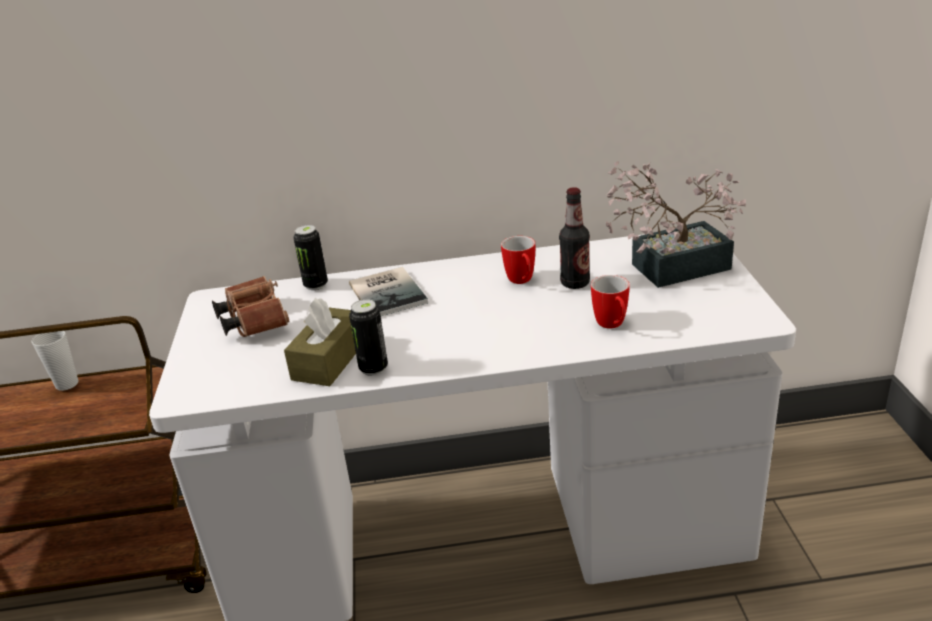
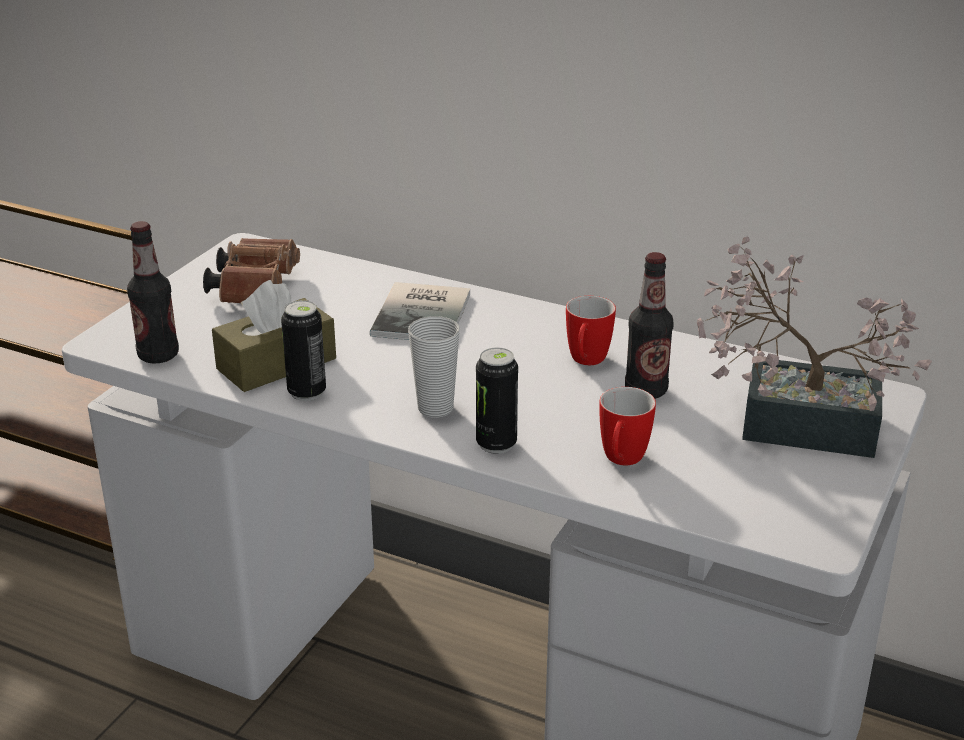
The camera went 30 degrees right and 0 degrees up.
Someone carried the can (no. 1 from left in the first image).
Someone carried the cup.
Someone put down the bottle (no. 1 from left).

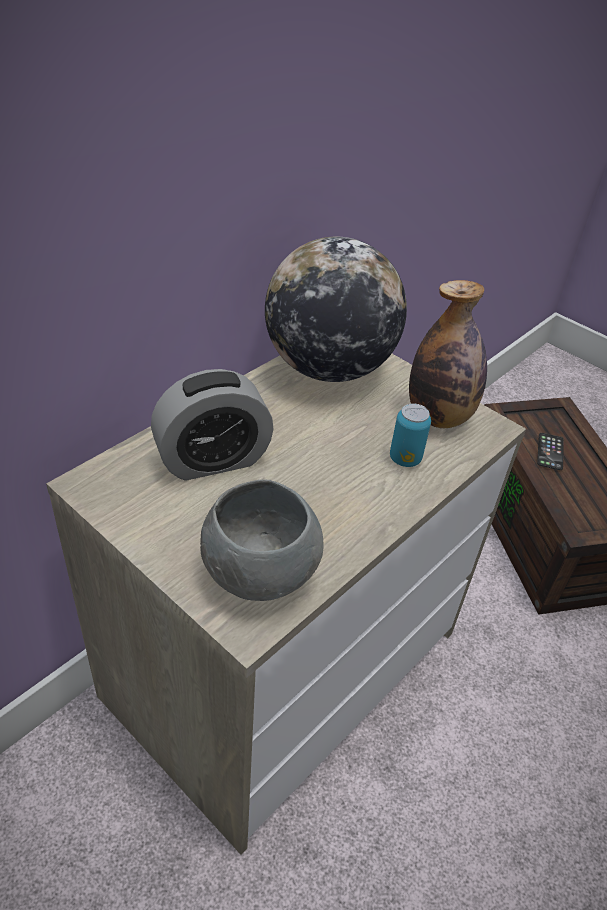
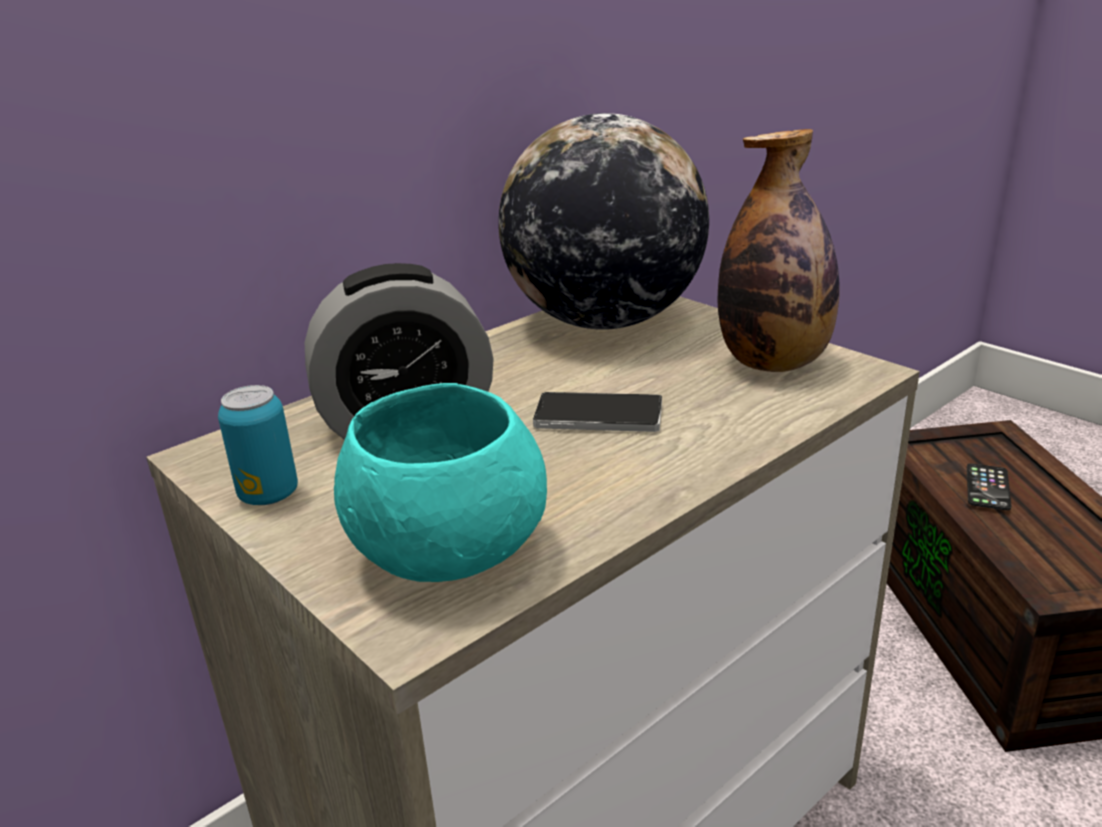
The camera went 10 degrees right and 15 degrees down.
Someone carried the can.
Someone repainted the bowl (grey), which became the bowl (turquoise).
Someone put down the phone (no. 1 from left).

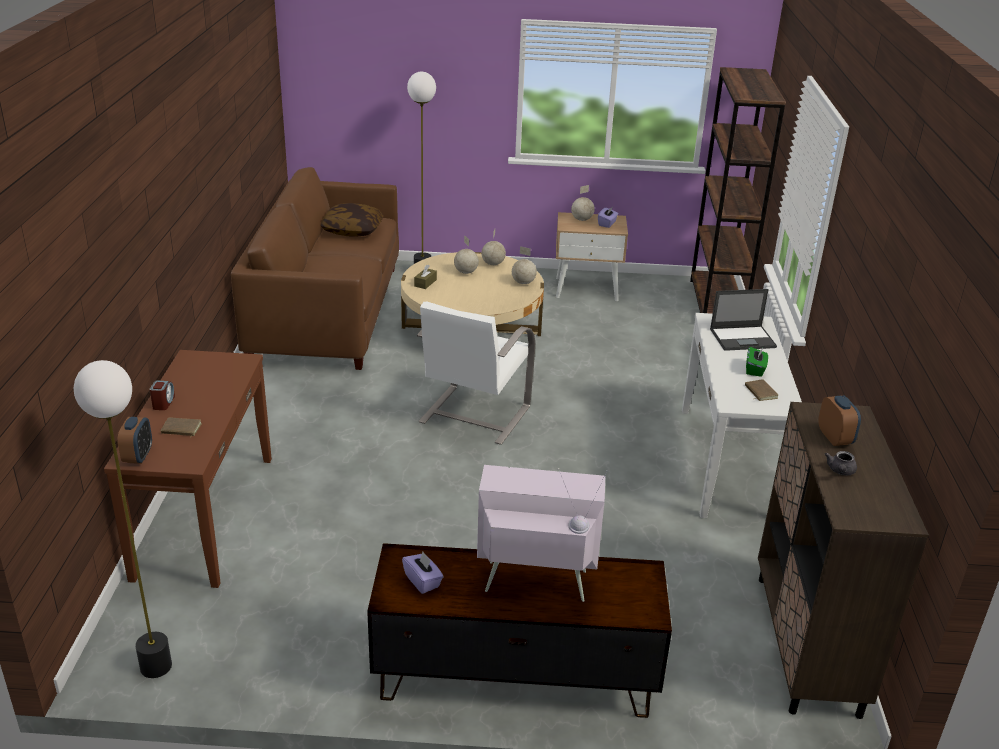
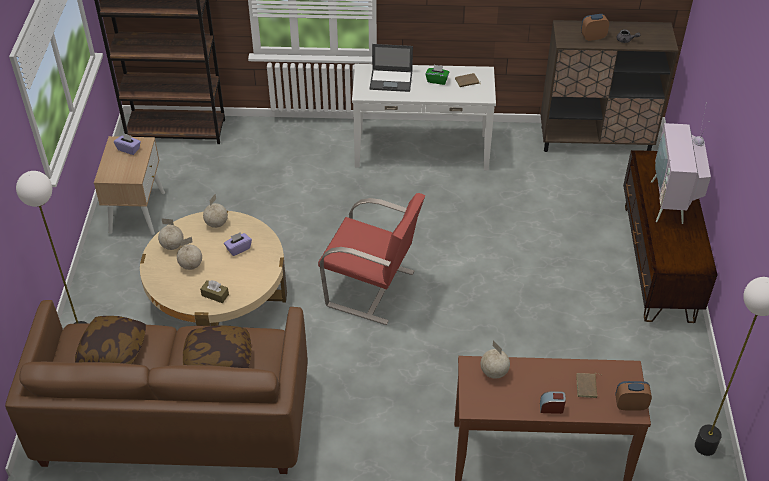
The camera went 90 degrees left and 15 degrees up.
Someone carried the globe (no. 4 from left).
Someone rotated the laptop by 105 degrees clockwise.
Someone repainted the armchair (white), which became the armchair (red).
Someone carried the tissue box (purple) (no. 1 from left in the first image).
Someone put down the pillow (no. 2 from left).

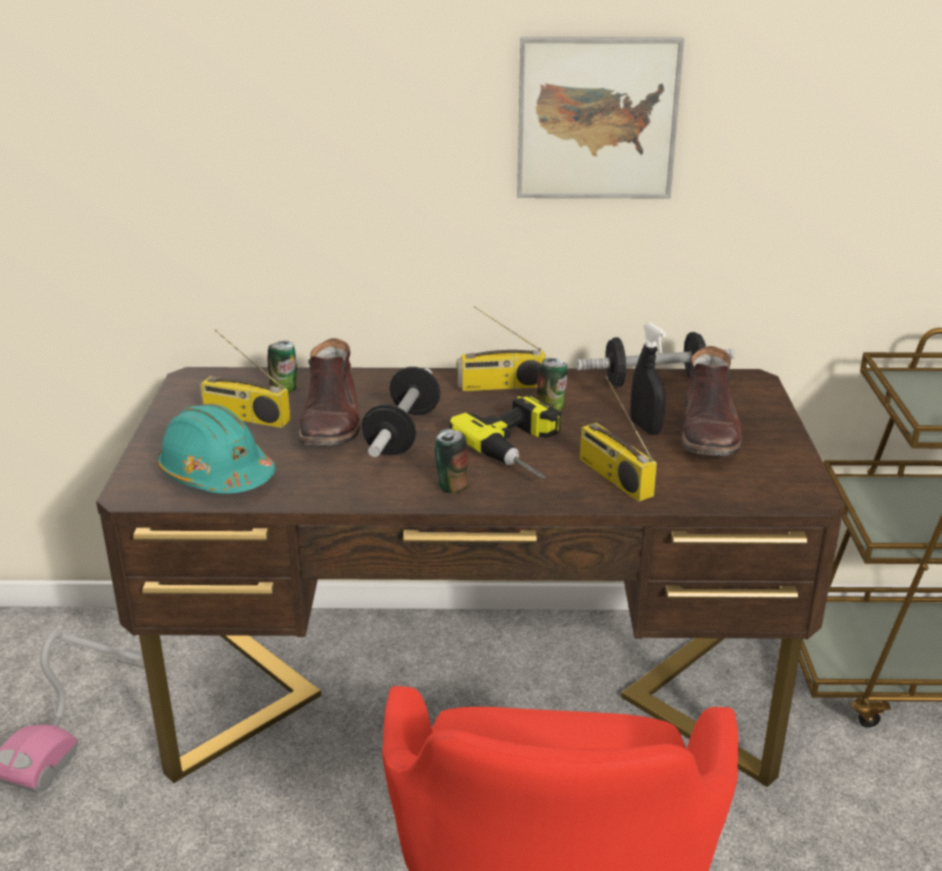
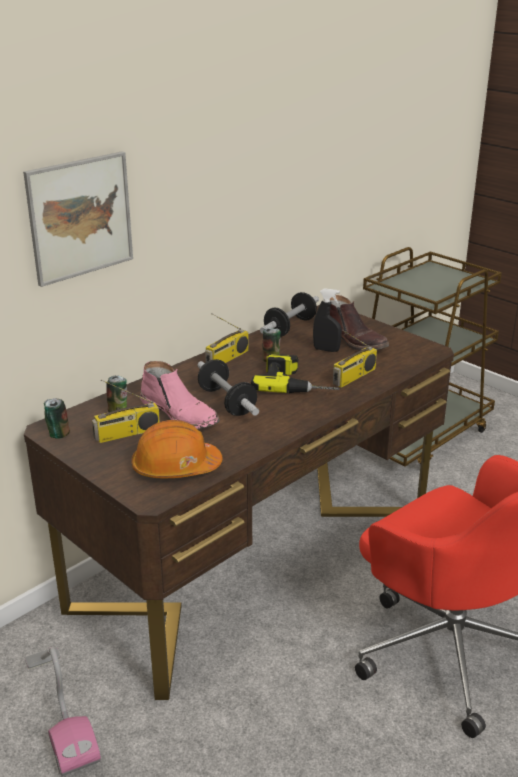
The camera went 45 degrees left and 0 degrees up.
Someone carried the picture.
Someone repainted the boot (brown) (no. 1 from left), which became the boot (pink).
Someone rotated the radio (no. 3 from left) by 60 degrees counterclockwise.
Someone repainted the hard hat (turquoise), which became the hard hat (orange).
Someone carried the can (no. 2 from left in the first image).

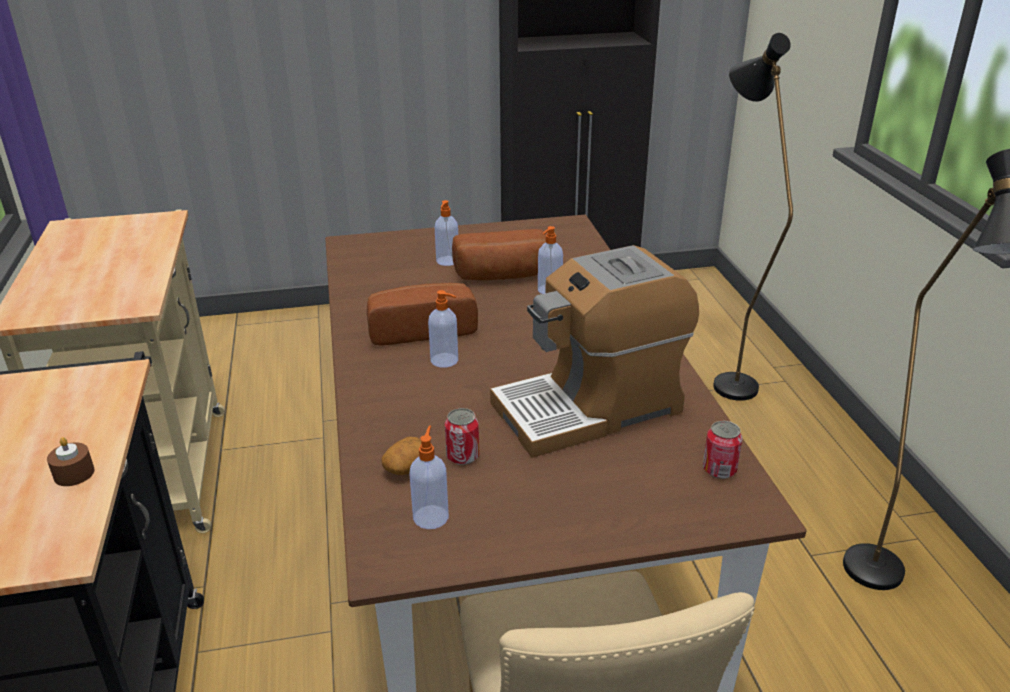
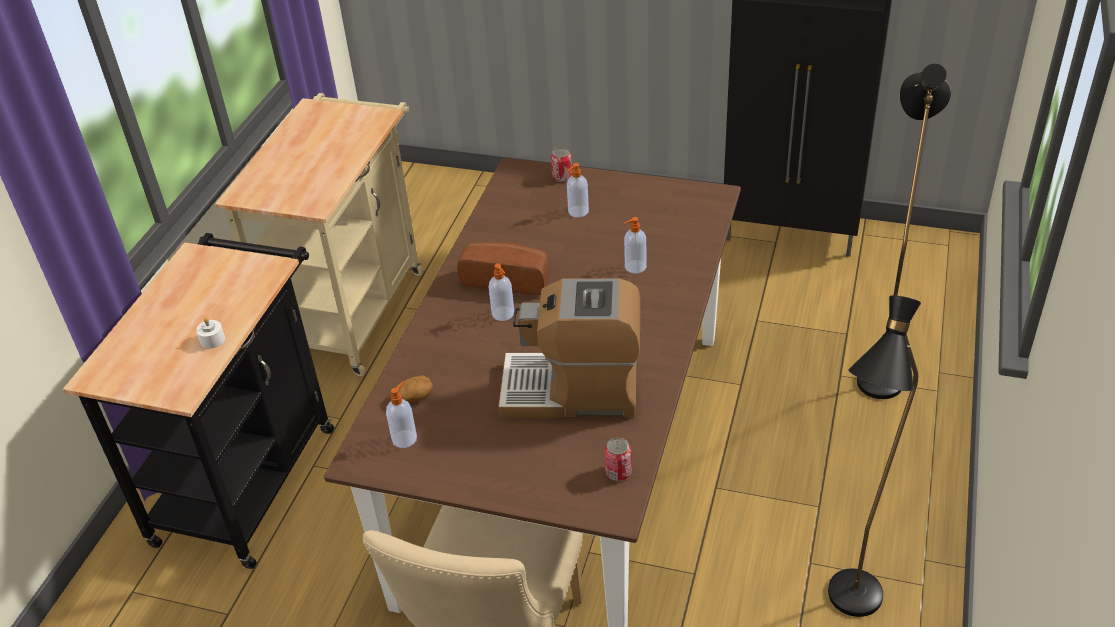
The camera went 30 degrees right and 10 degrees up.
Someone took away the bread (no. 2 from left).
Someone carried the can (no. 1 from left).
Someone repainted the candle (brown), which became the candle (white).

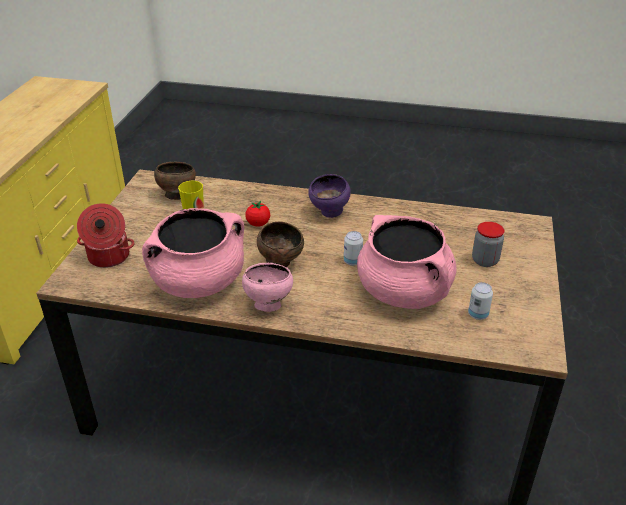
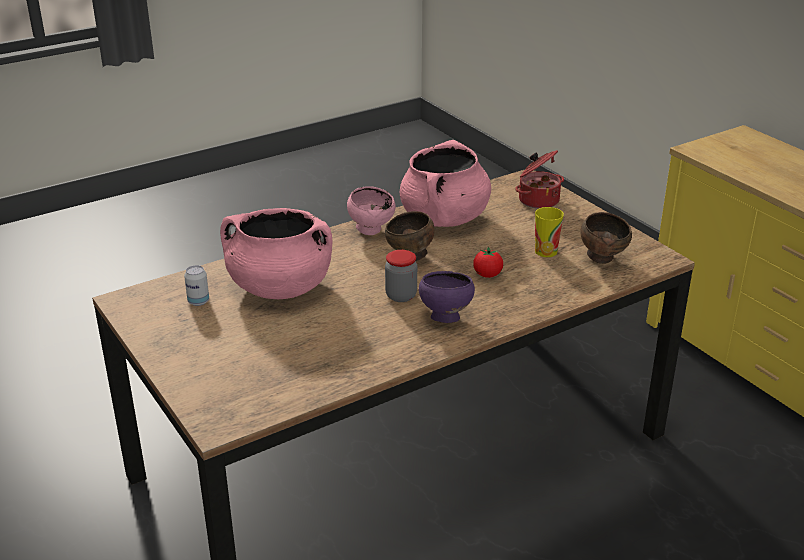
The camera went 135 degrees right and 5 degrees down.
Someone carried the jar.
Someone took away the can (no. 1 from left).

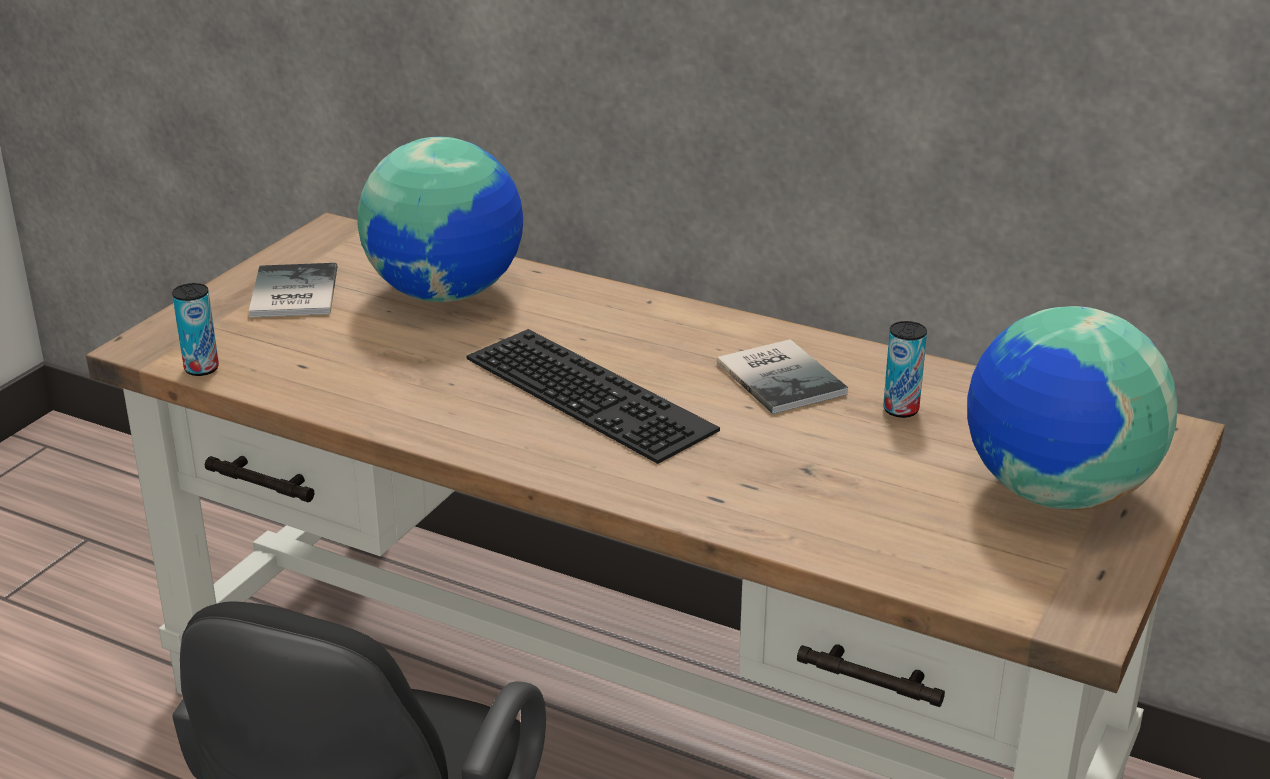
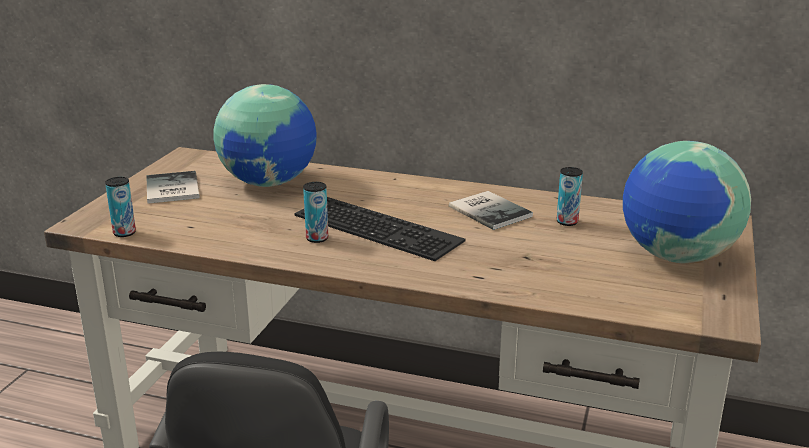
The camera went 10 degrees left and 5 degrees down.
Someone put down the can (no. 2 from left).

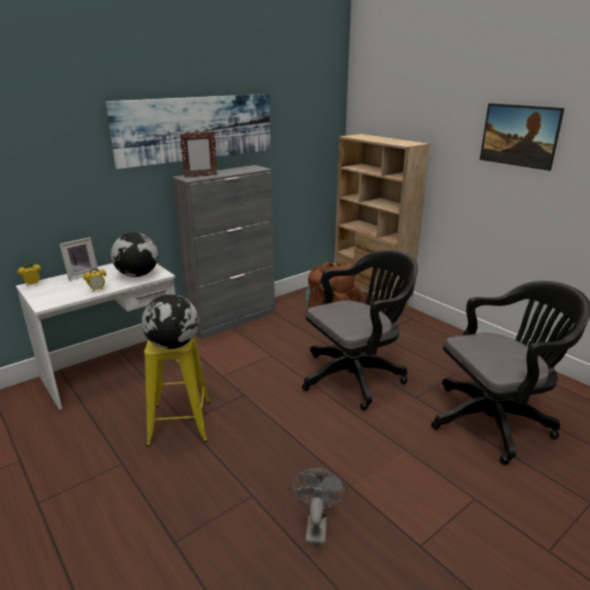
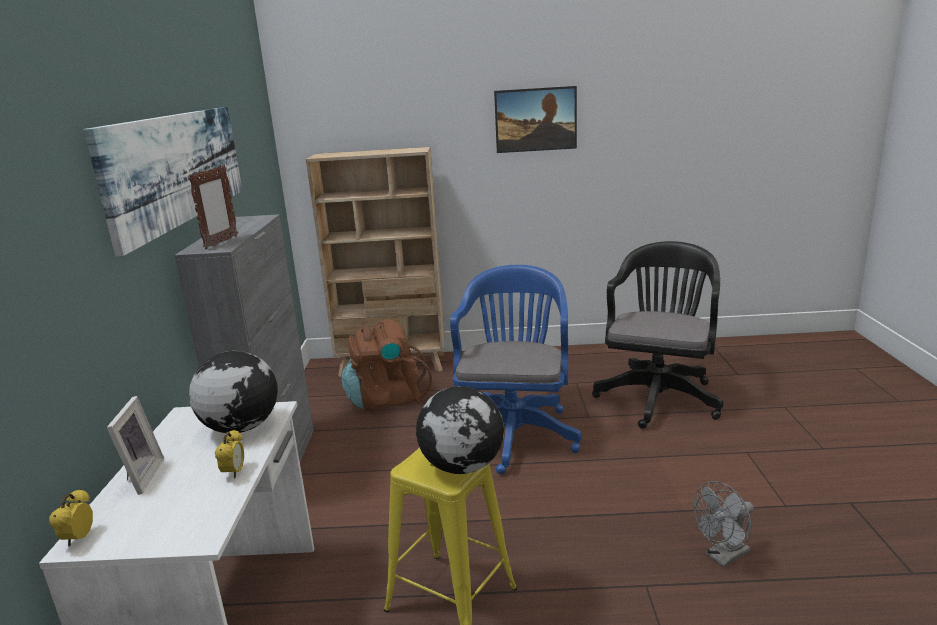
The camera went 50 degrees left and 5 degrees down.
Someone repainted the office chair (black) (no. 1 from left), which became the office chair (blue).
Someone rotated the fan (grey) by 75 degrees counterclockwise.

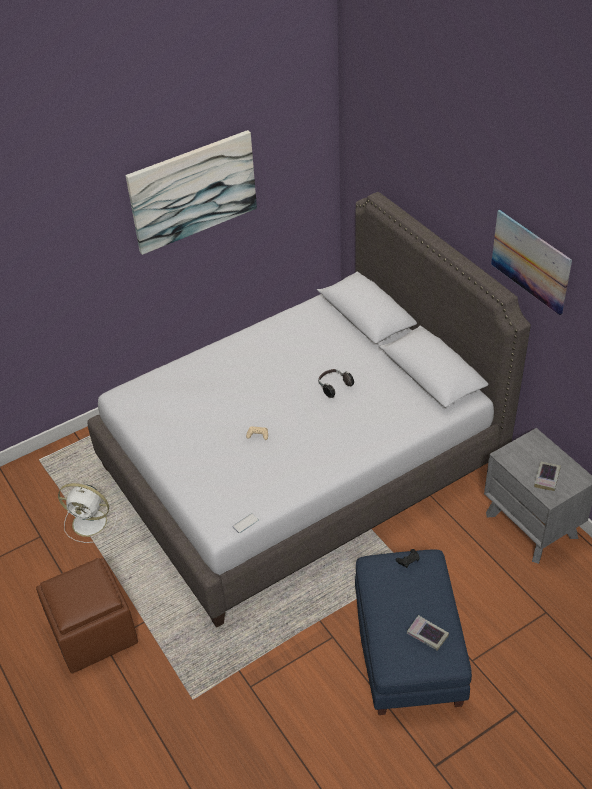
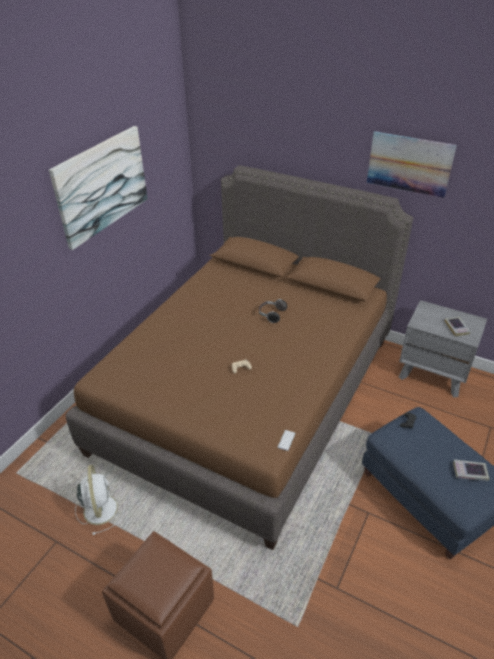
The camera went 30 degrees left and 5 degrees down.
Someone repainted the bed (grey), which became the bed (brown).
Someone rotated the fan (white) by 90 degrees counterclockwise.

